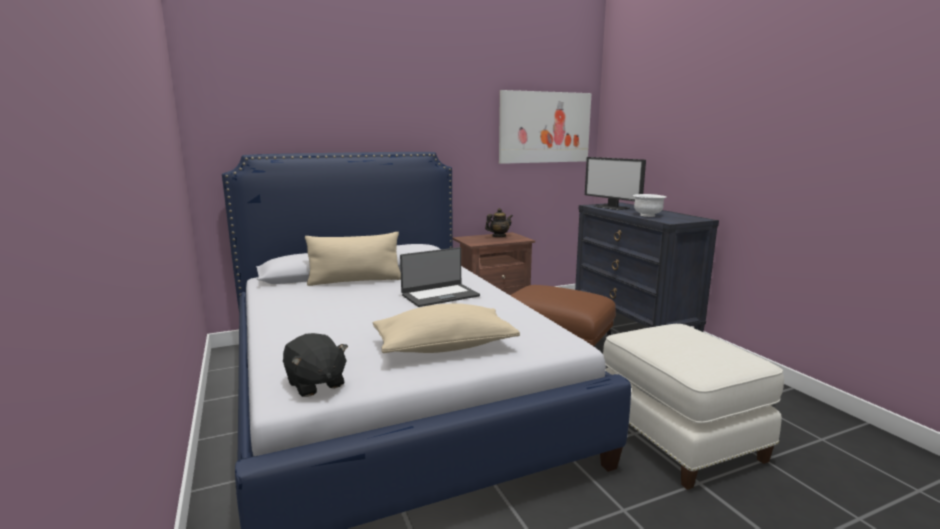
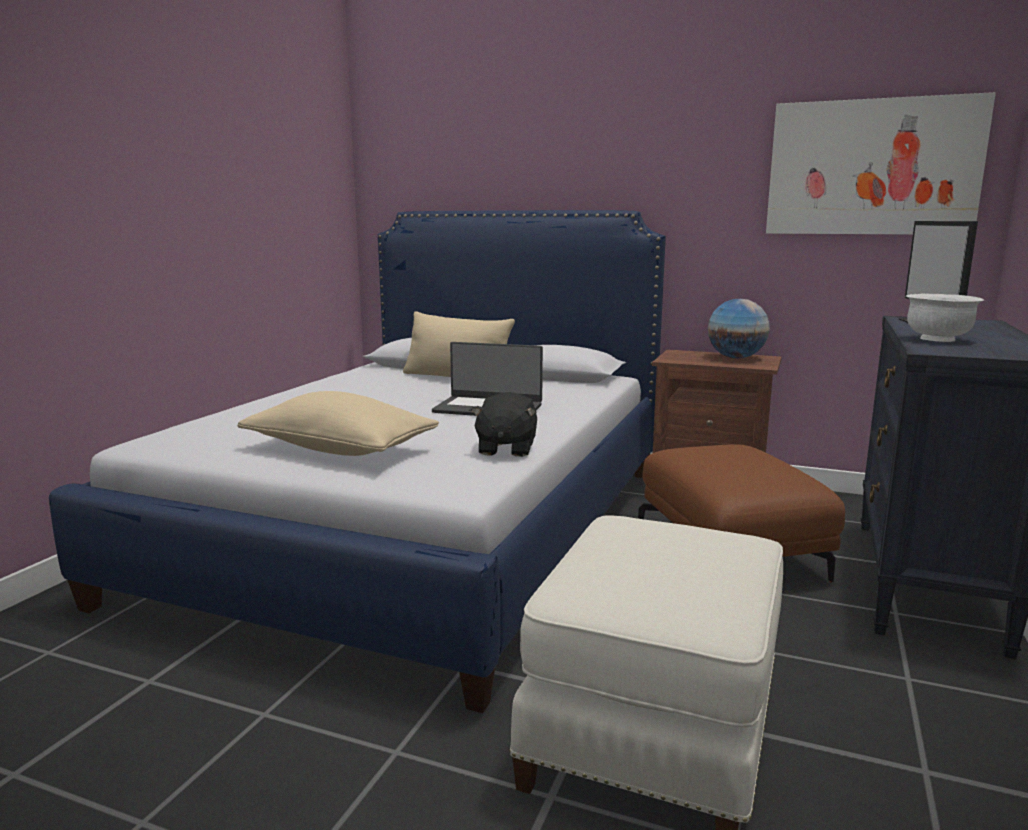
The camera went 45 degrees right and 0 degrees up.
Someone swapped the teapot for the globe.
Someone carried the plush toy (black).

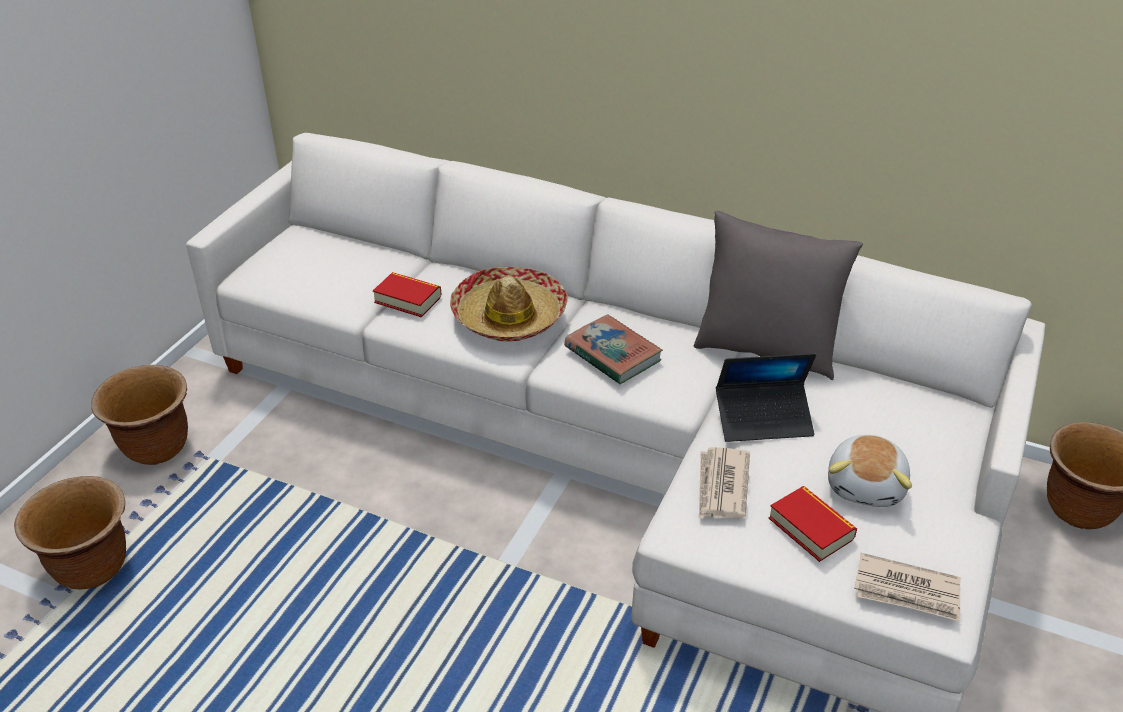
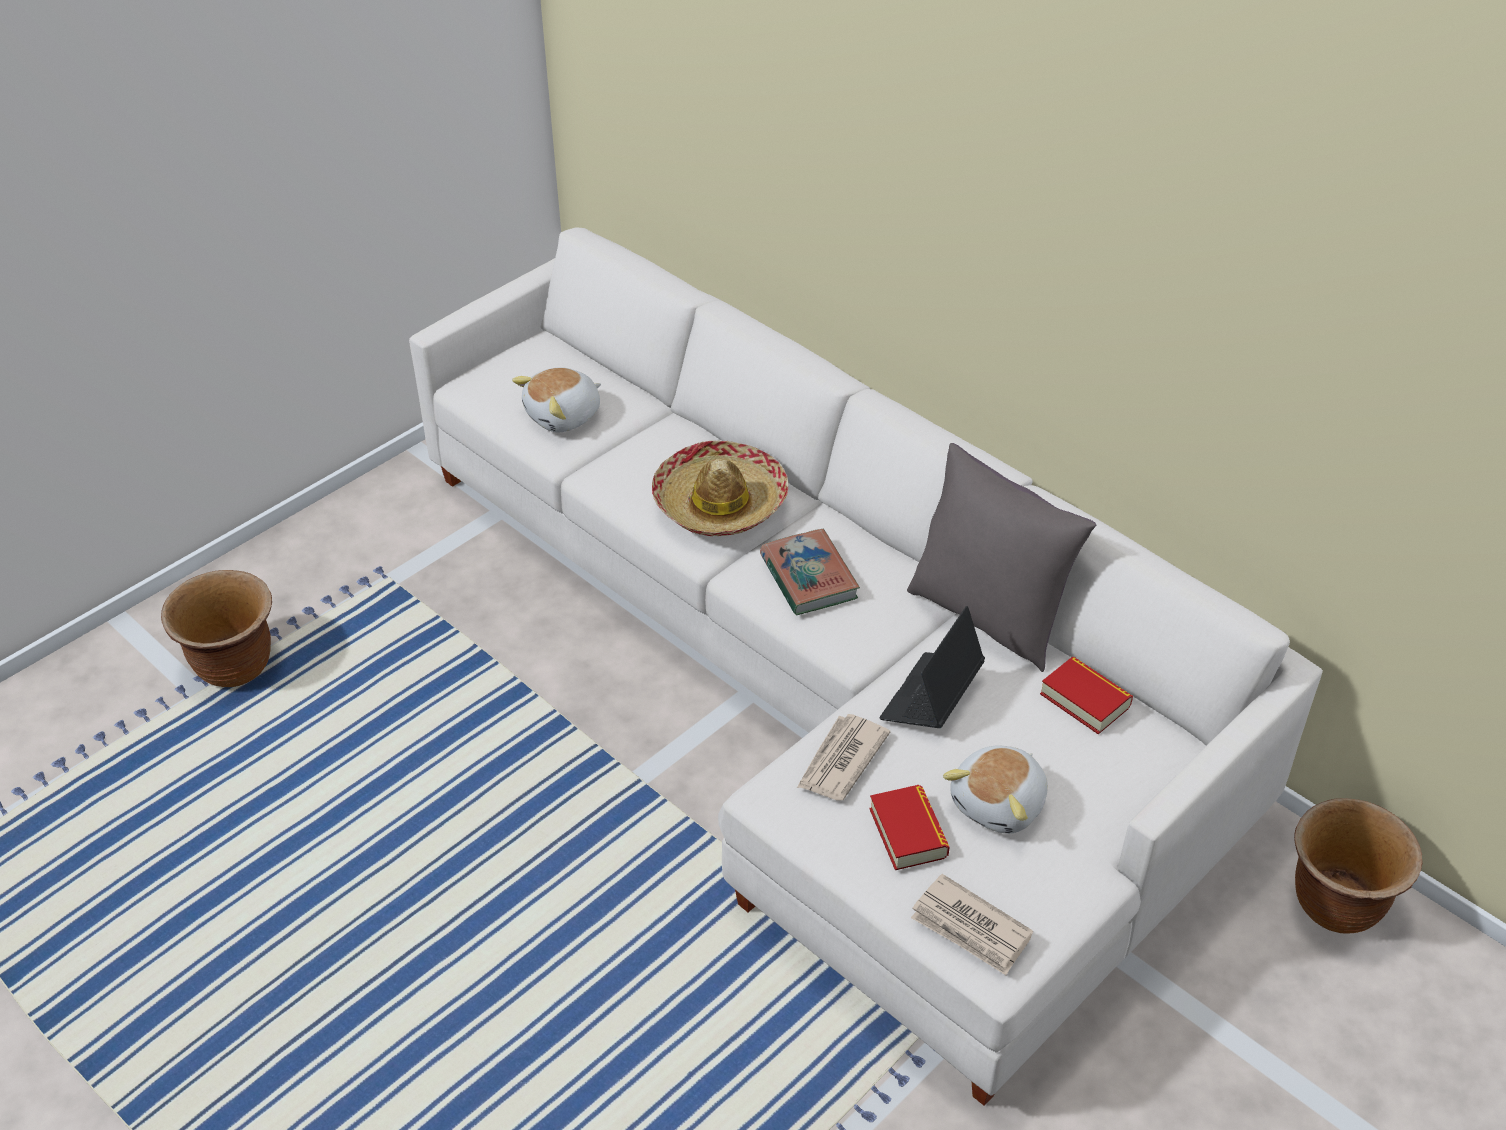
The camera went 20 degrees right and 5 degrees up.
Someone carried the book (no. 1 from left in the first image).
Someone rotated the laptop by 105 degrees clockwise.
Someone took away the planter (brown) (no. 2 from left).
Someone put down the plush toy (no. 1 from left).

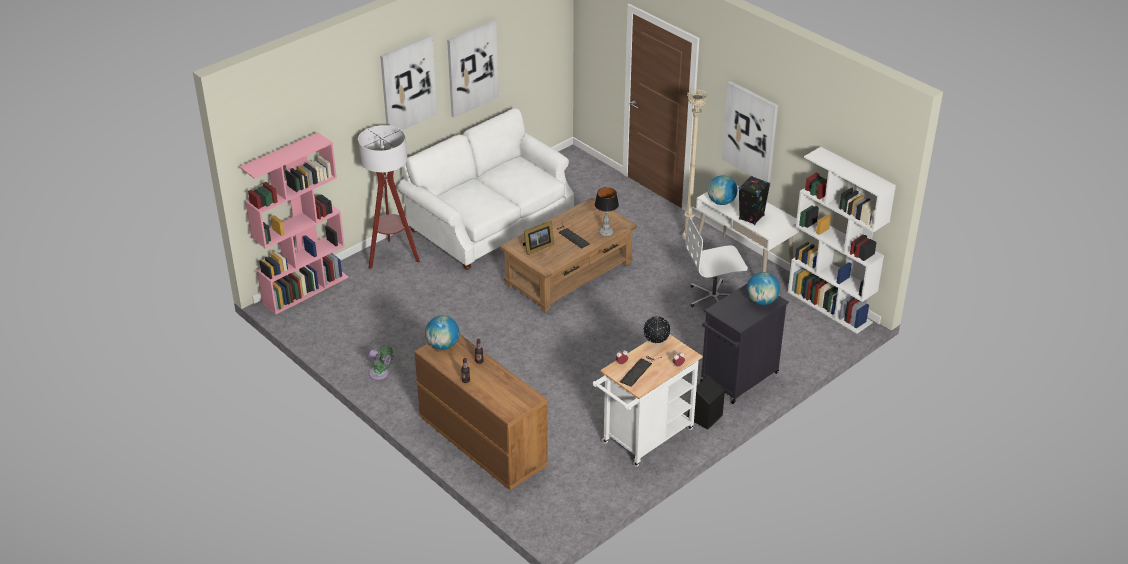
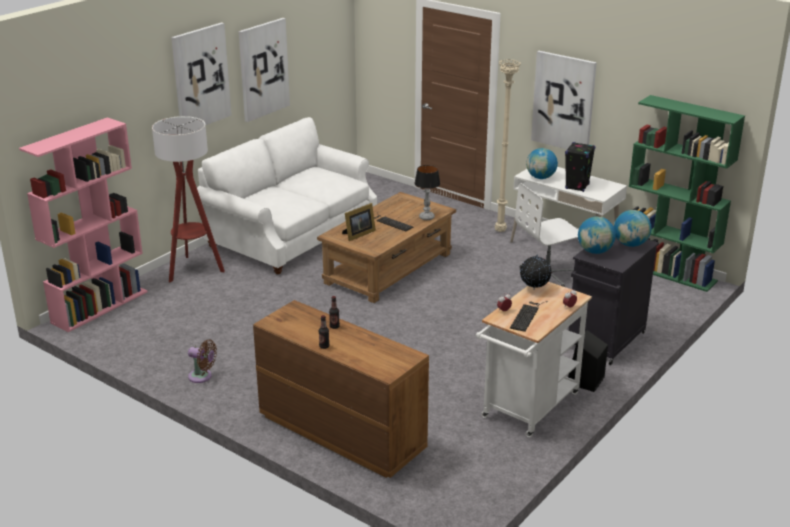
The camera went 10 degrees left and 10 degrees down.
Someone repainted the bookcase (white), which became the bookcase (green).
Someone carried the globe (no. 1 from left in the first image).
Someone repainted the fan (green), which became the fan (brown).

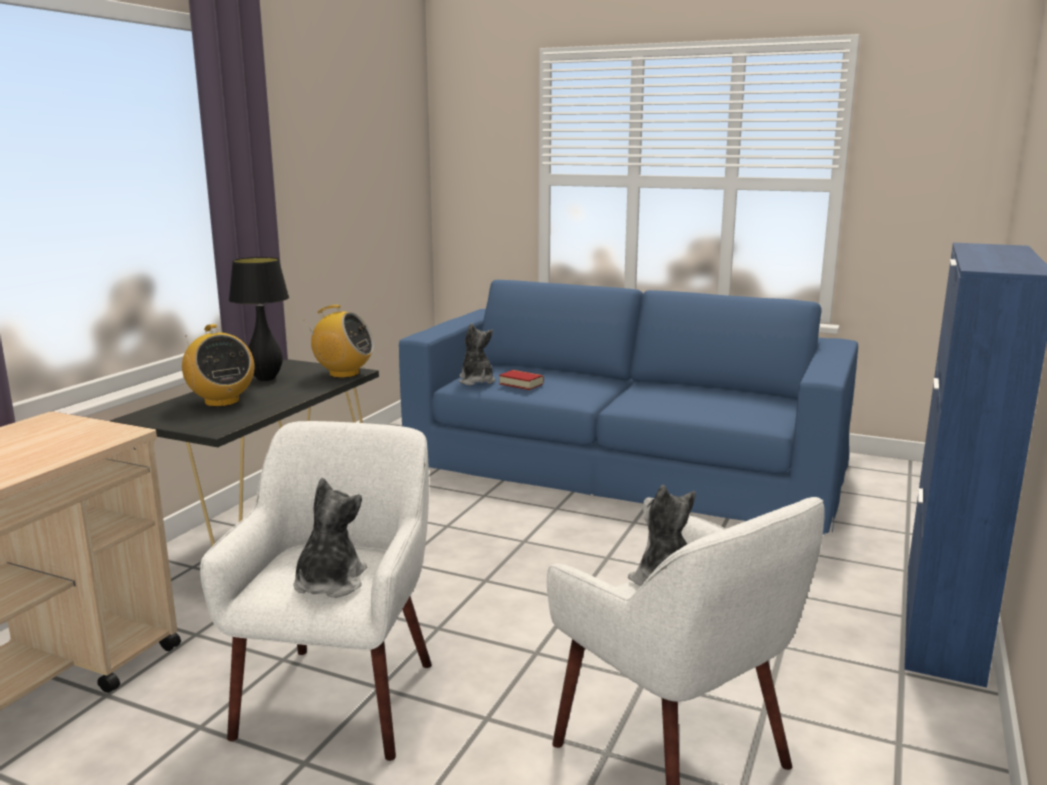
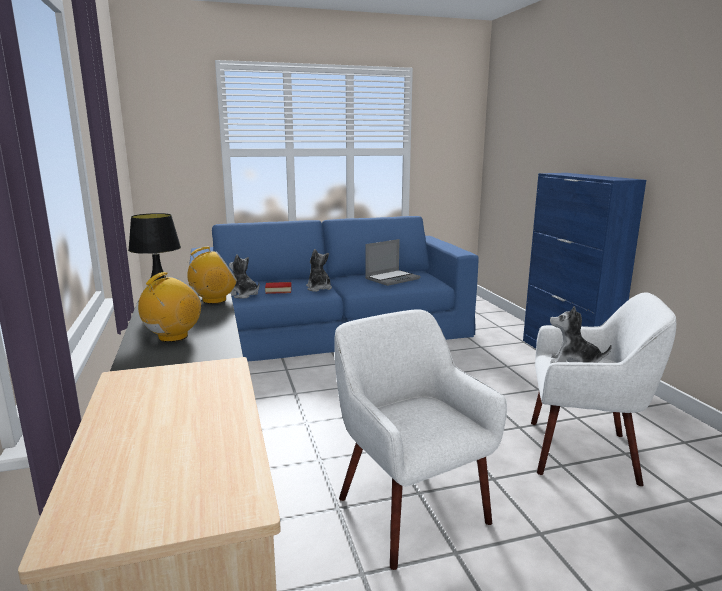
The camera went 40 degrees left and 0 degrees up.
Someone rotated the radio (no. 1 from left) by 75 degrees counterclockwise.
Someone carried the plush toy (no. 1 from left in the first image).
Someone put down the laptop.

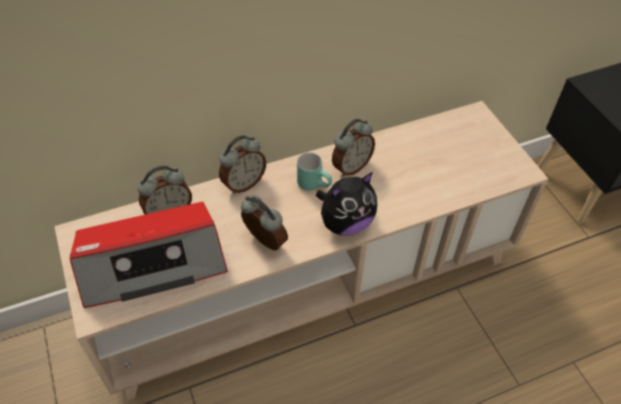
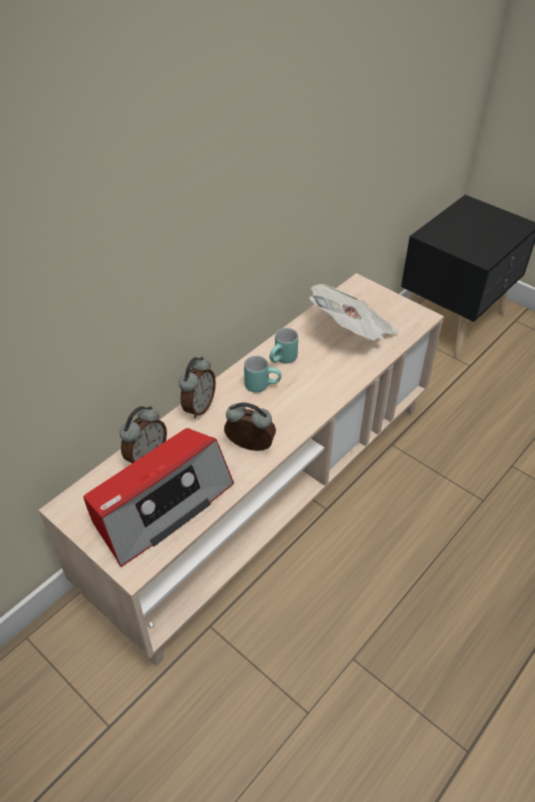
The camera went 25 degrees left and 5 degrees down.
Someone swapped the alarm clock (no. 4 from left) for the mug (turquoise) (no. 2 from left).
Someone took away the plush toy.
Someone put down the newspaper.

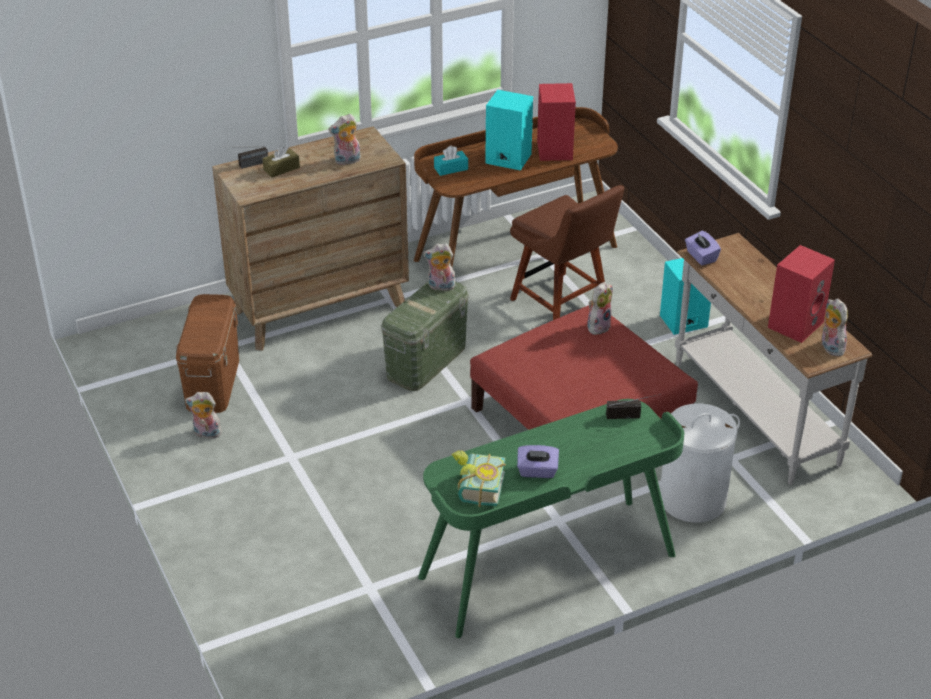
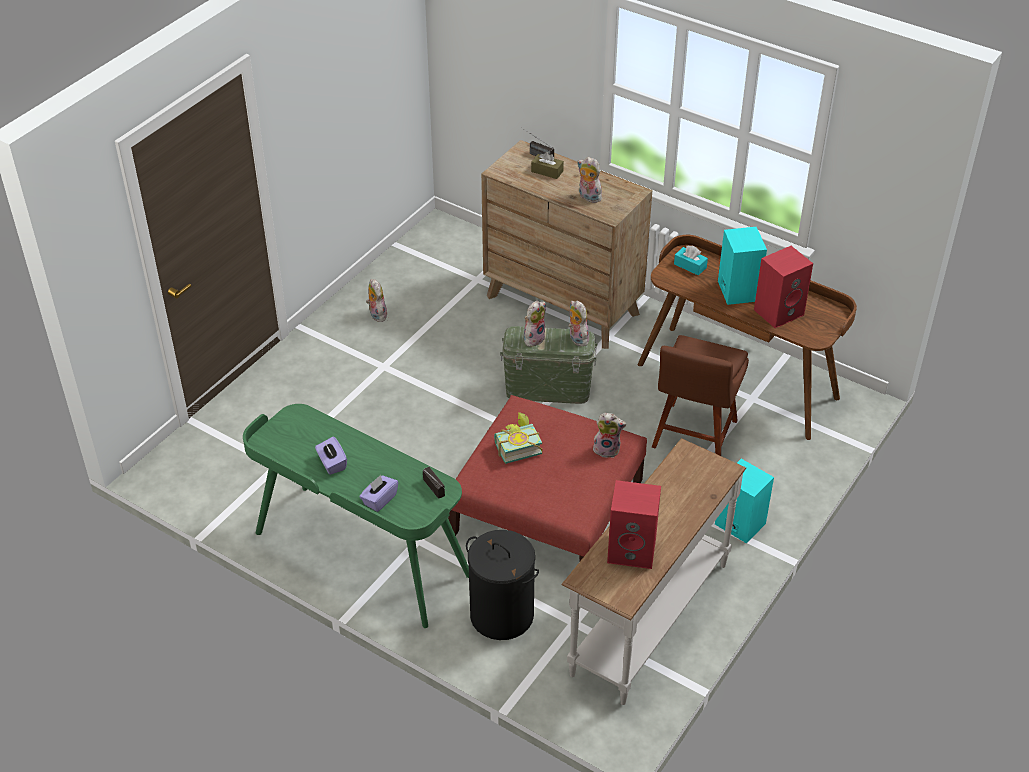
The camera went 60 degrees right and 5 degrees up.
Someone carried the tissue box (purple) (no. 2 from left).
Someone took away the storage box (brown).
Someone carried the plush toy (no. 5 from left in the first image).
Someone repainted the laundry basket (white), which became the laundry basket (black).
Someone carried the book.

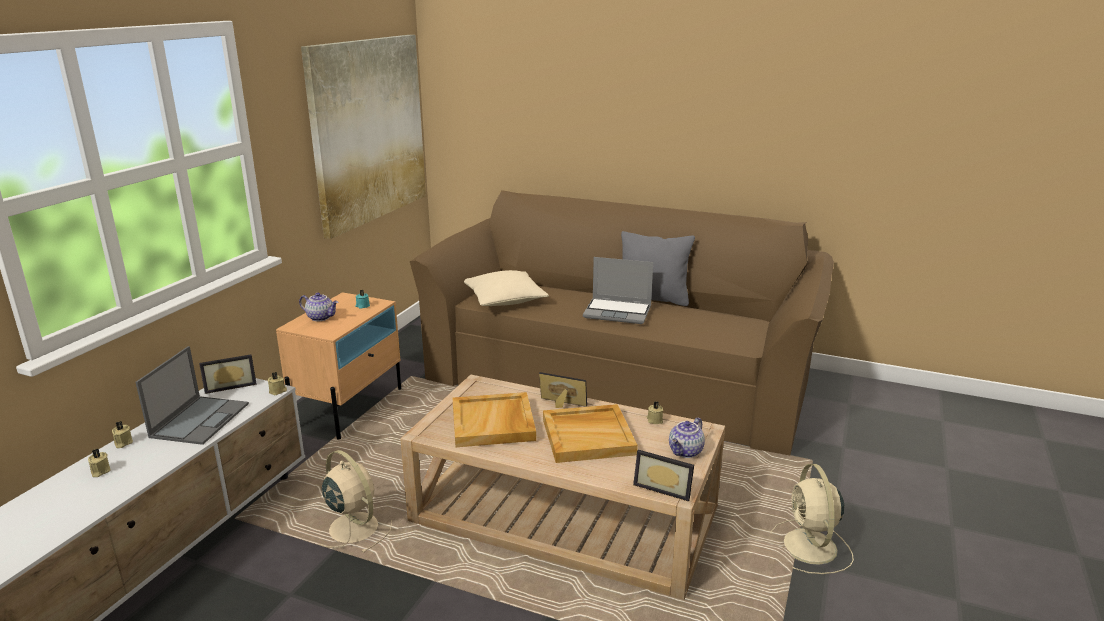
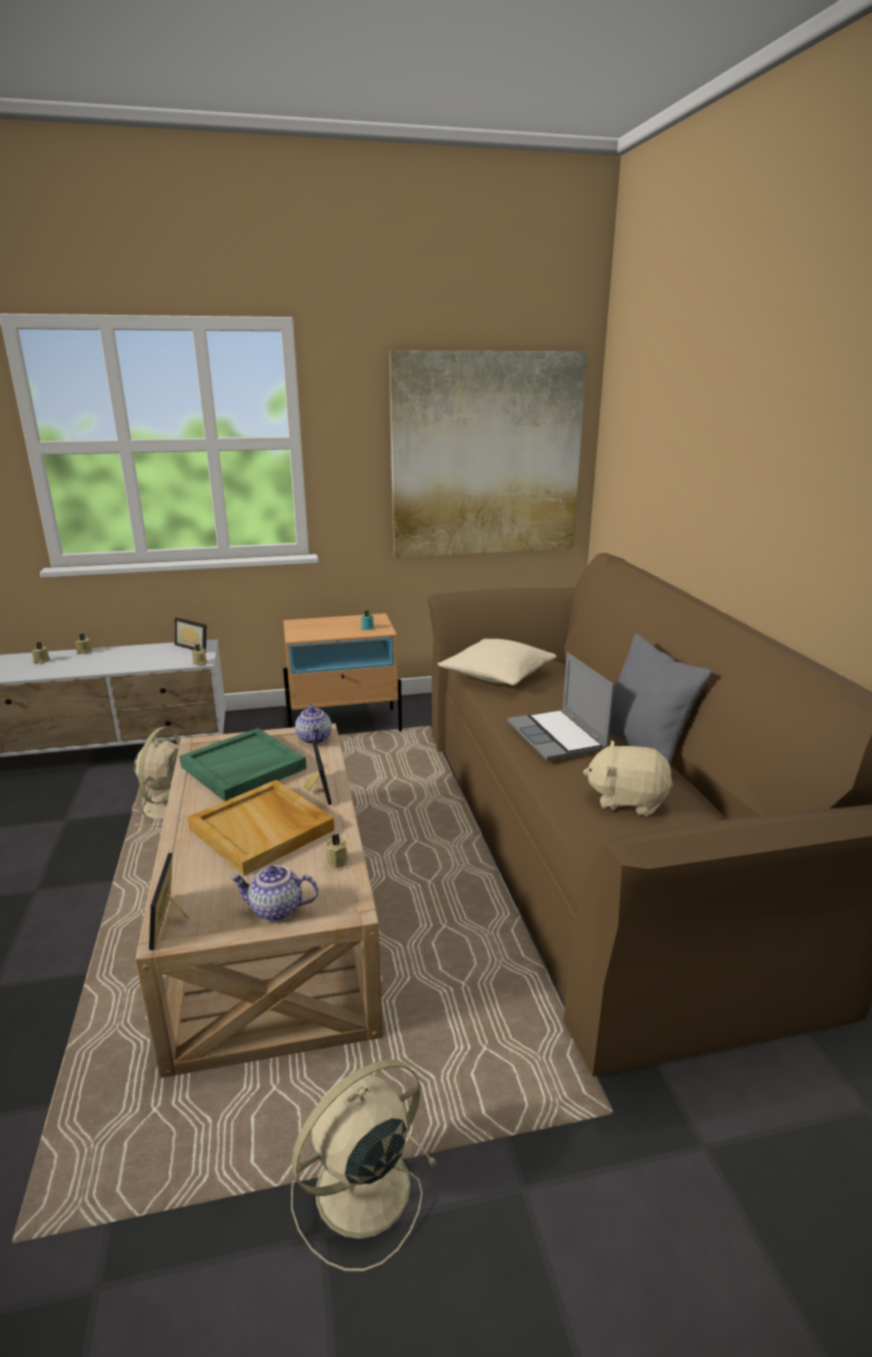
The camera went 55 degrees right and 0 degrees up.
Someone carried the teapot (no. 1 from left in the first image).
Someone took away the laptop (no. 1 from left).
Someone repainted the tray (beige) (no. 1 from left), which became the tray (green).
Someone put down the plush toy (beige).

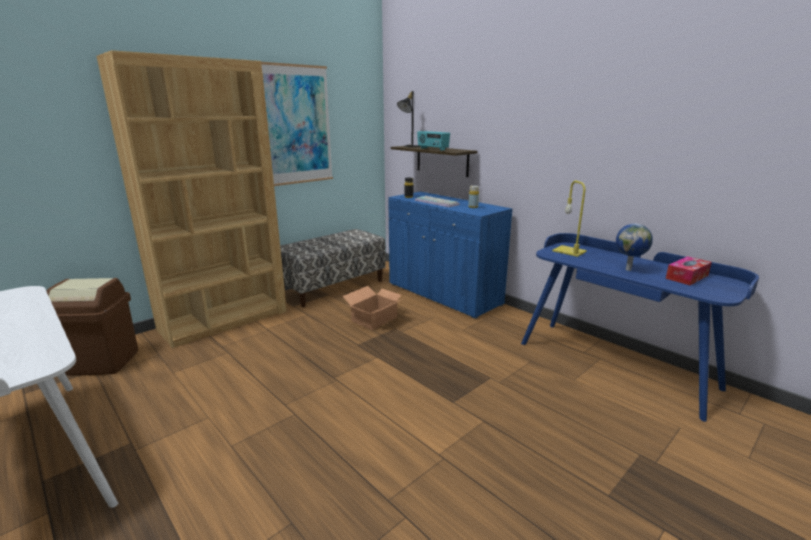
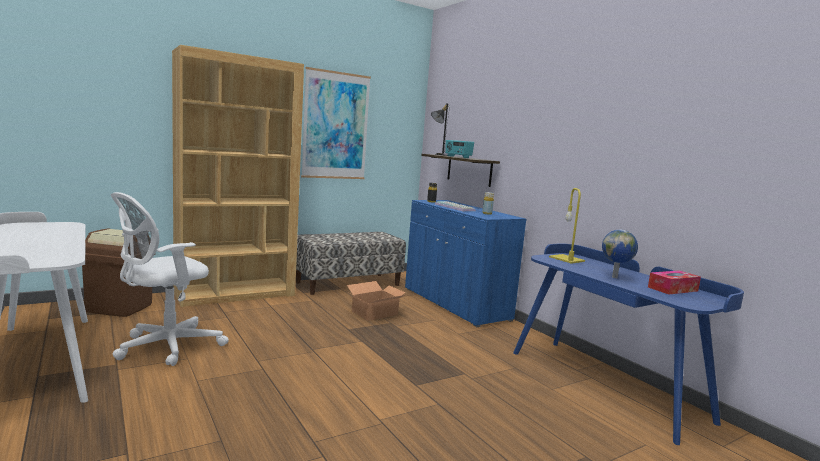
The camera went 10 degrees right and 10 degrees down.
Someone put down the office chair (white).

